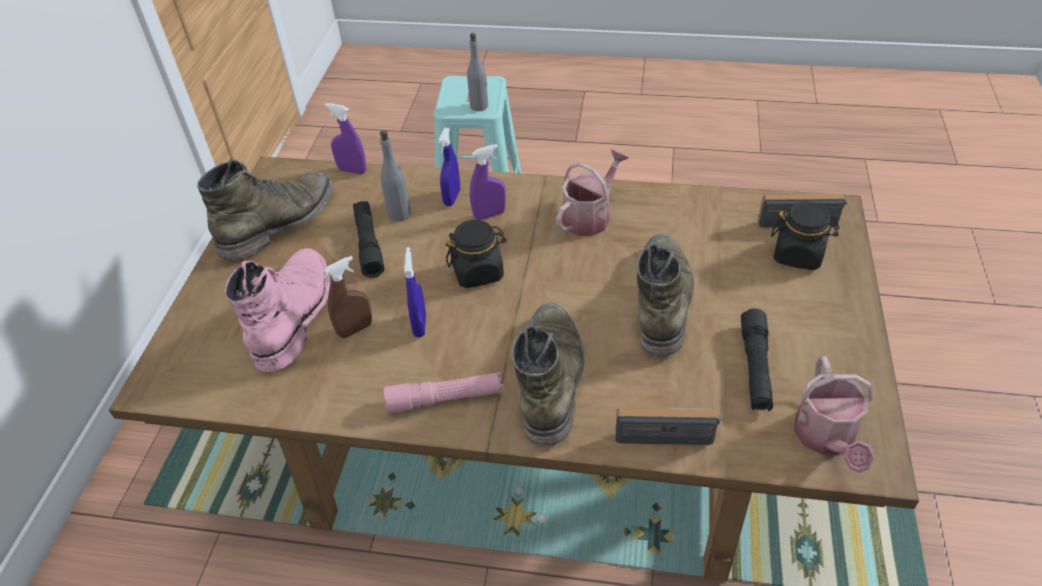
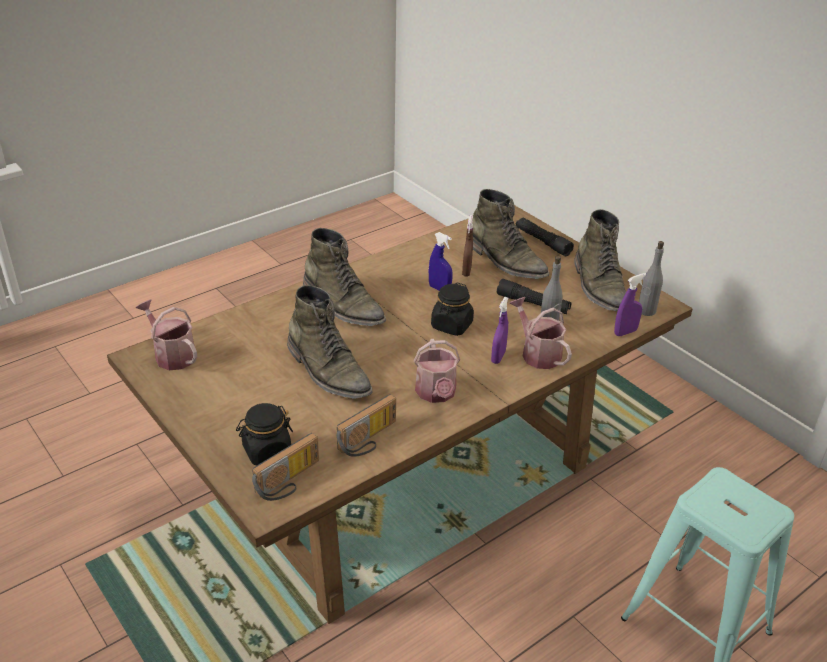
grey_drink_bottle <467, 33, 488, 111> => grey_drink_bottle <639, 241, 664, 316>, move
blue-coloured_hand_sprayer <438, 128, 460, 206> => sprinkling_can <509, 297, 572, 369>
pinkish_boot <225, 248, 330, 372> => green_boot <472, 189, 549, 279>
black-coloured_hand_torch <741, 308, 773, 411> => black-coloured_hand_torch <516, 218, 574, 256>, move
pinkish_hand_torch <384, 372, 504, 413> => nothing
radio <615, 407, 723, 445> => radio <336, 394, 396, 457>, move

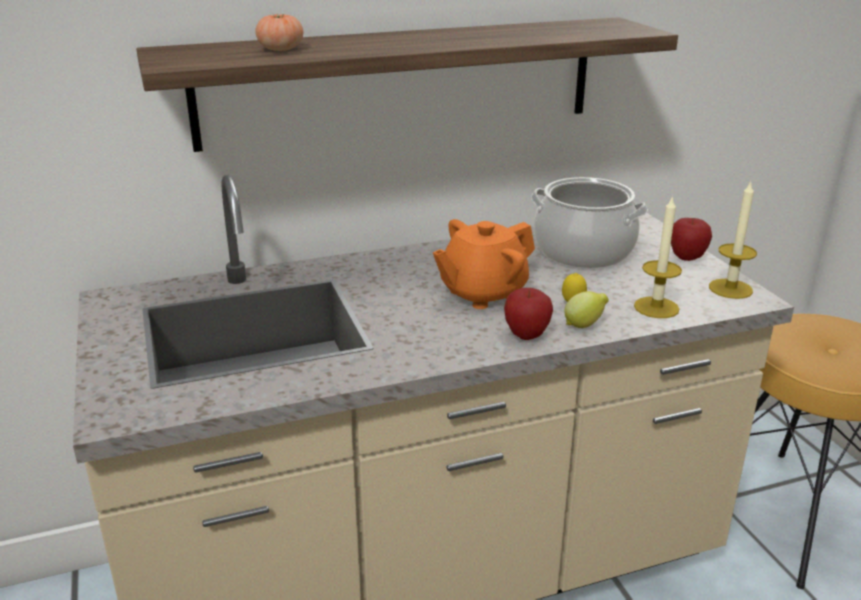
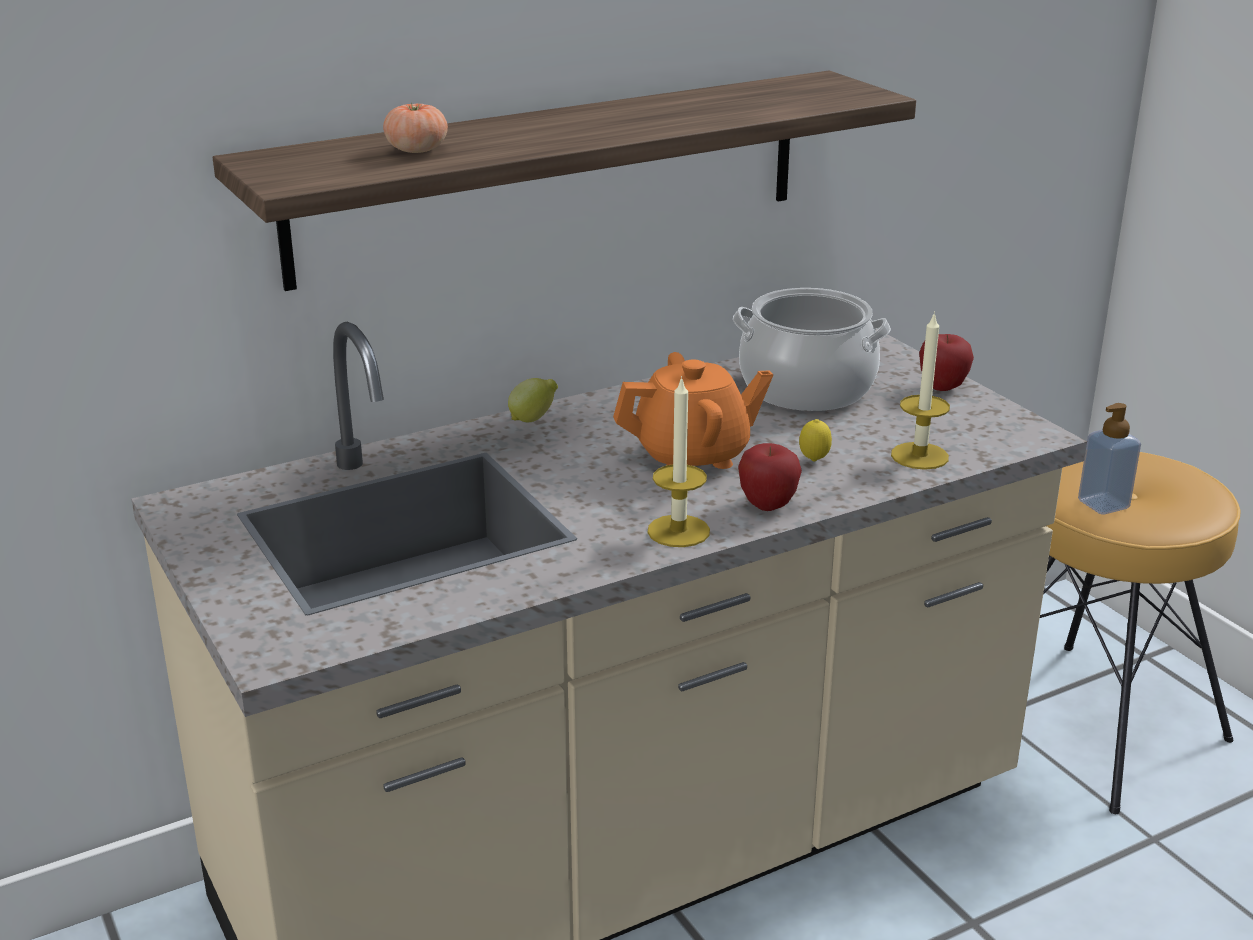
wax_candle <709, 180, 757, 299> => wax_candle <647, 376, 710, 547>, move
orange-coloured_tea_pot <433, 219, 535, 309> => orange-coloured_tea_pot <613, 352, 773, 469>, 150 degrees counterclockwise
whole_lemon <564, 291, 609, 328> => whole_lemon <508, 378, 558, 422>, move
nothing => liquid_soap_bottle <1078, 403, 1141, 514>

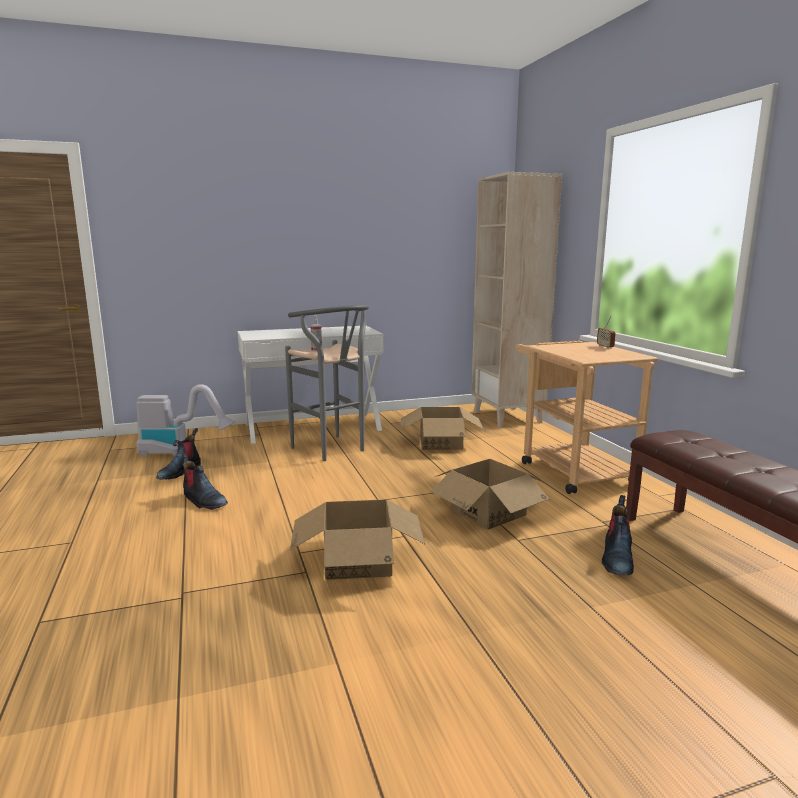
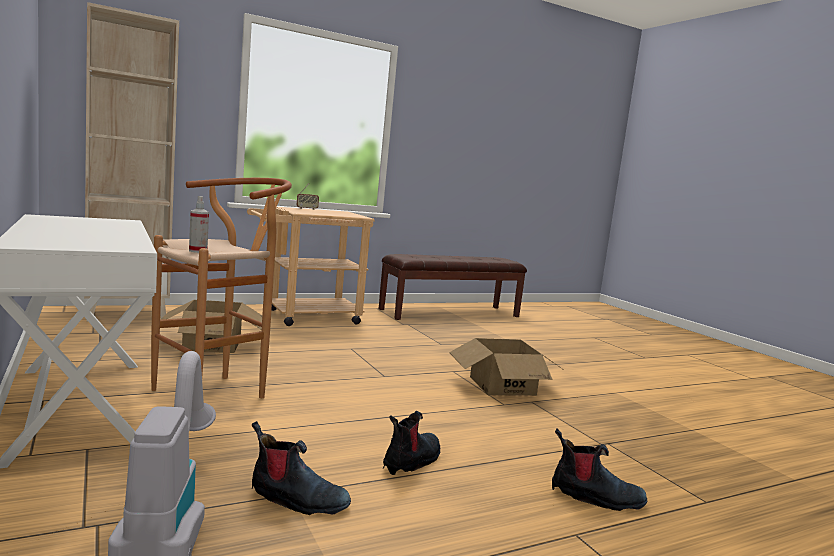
grey_stool_seat <285, 305, 369, 461> => brown-coloured_stool_seat <151, 178, 292, 398>
packing_box <430, 459, 549, 530> => nothing
boot <602, 495, 634, 576> => boot <552, 428, 647, 511>, move

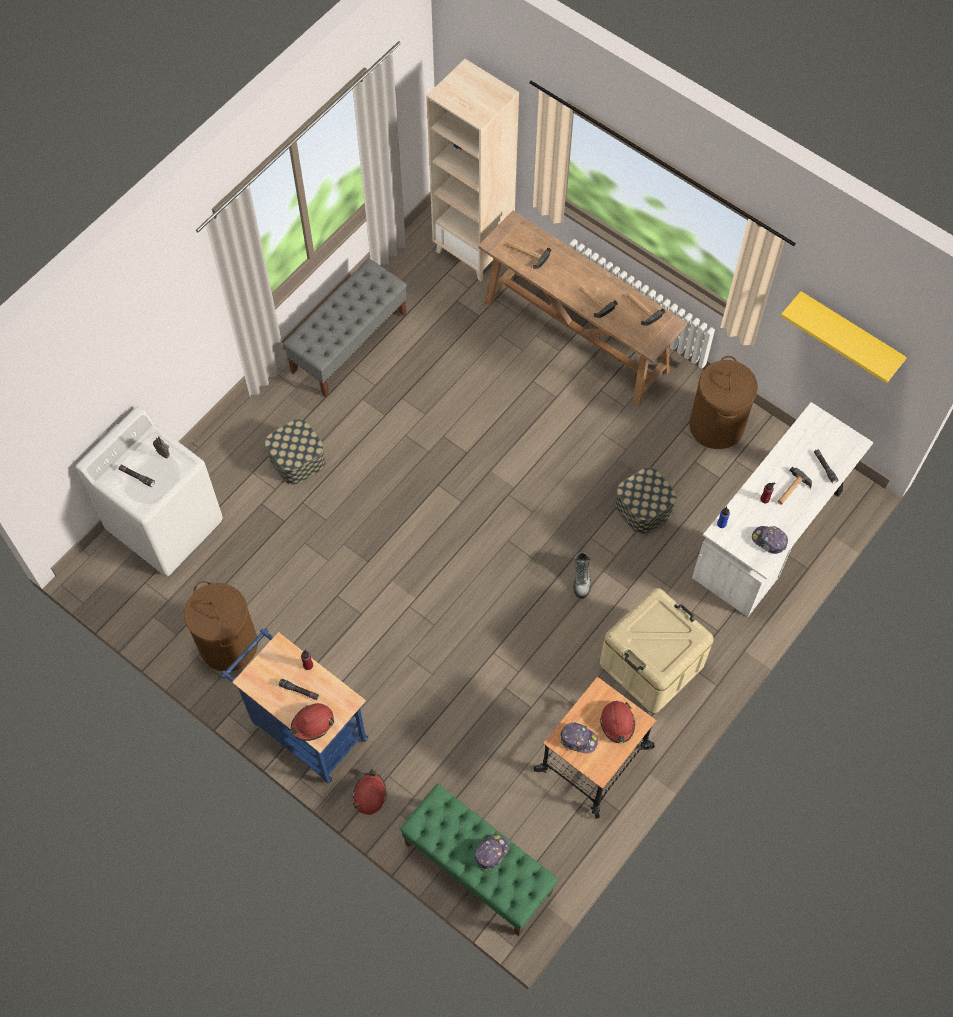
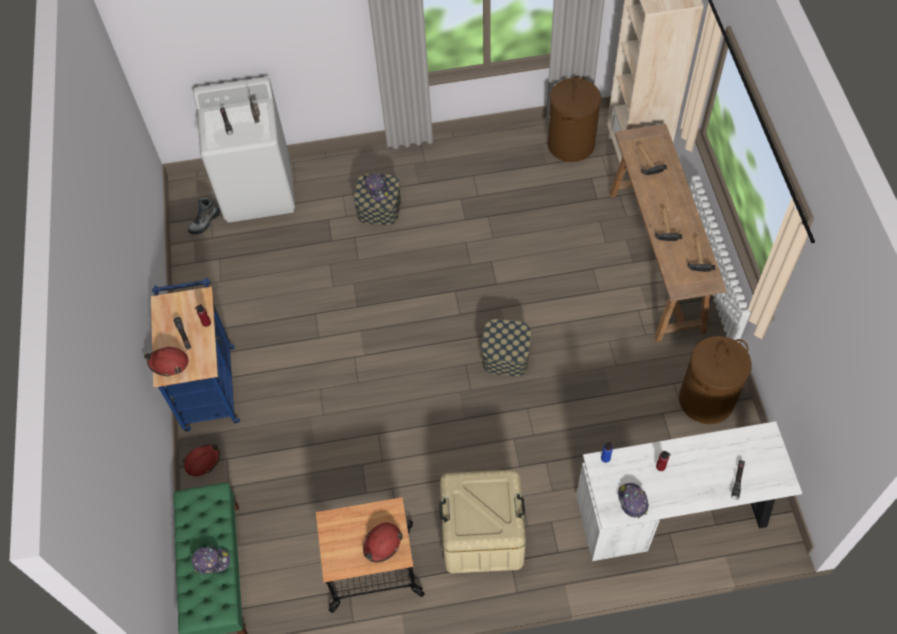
grey_indoor_bench <283, 259, 407, 397> => nothing
yellow_bracket_shelf <781, 291, 907, 383> => nothing
tool_hammer <778, 466, 812, 505> => nothing
storage_bin <615, 467, 677, 534> => storage_bin <482, 319, 531, 376>, move
boot <574, 551, 591, 599> => boot <188, 198, 220, 234>, move
brown-coloured_washing_basket <184, 581, 258, 671> => brown-coloured_washing_basket <548, 76, 601, 162>, move
cap <560, 722, 598, 753> => cap <365, 174, 389, 201>, move

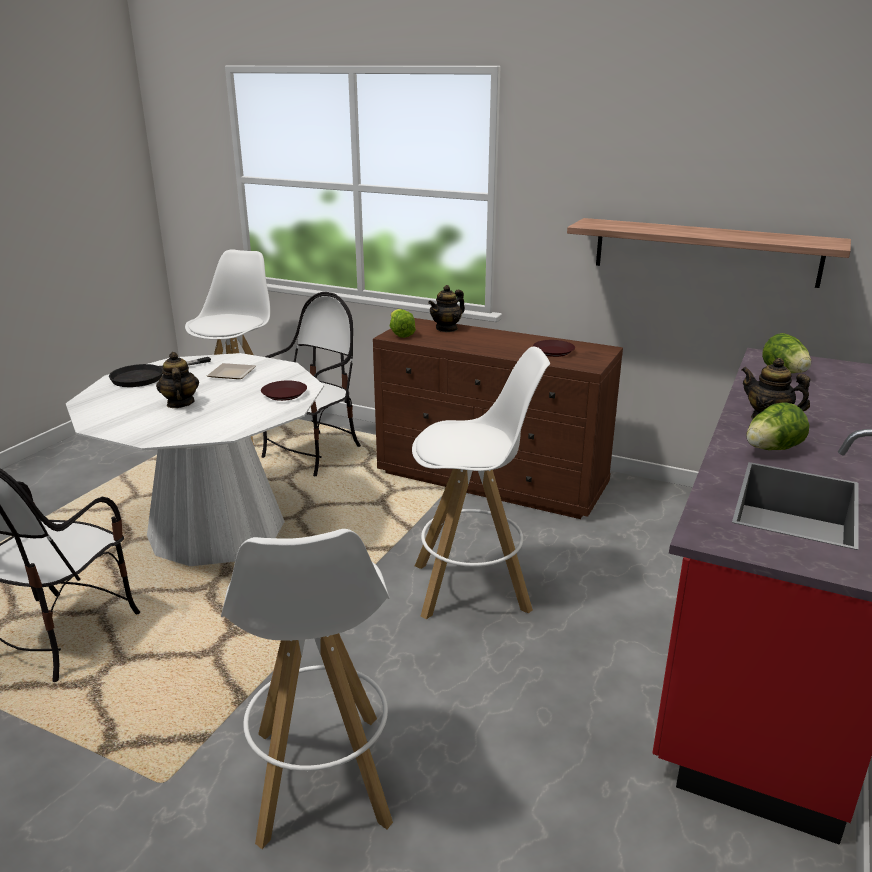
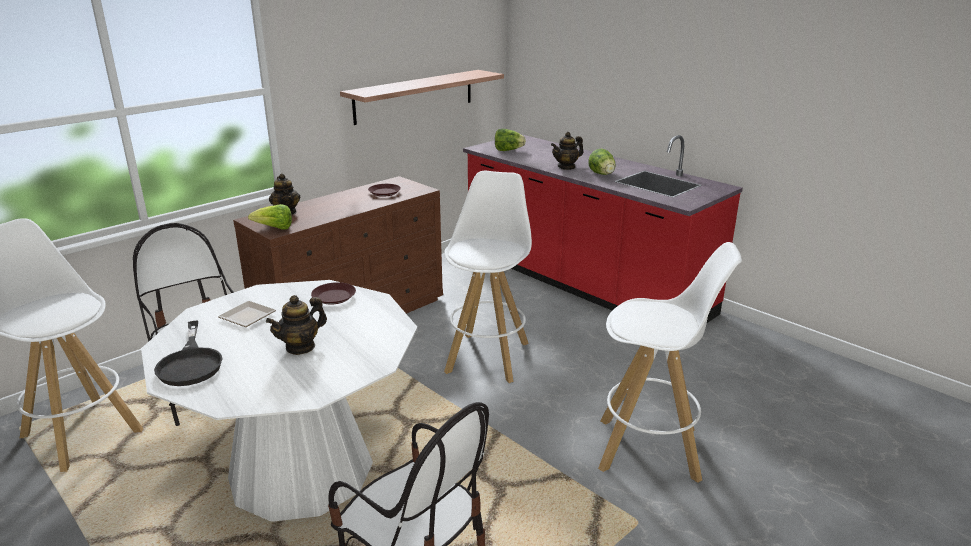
tea_pot <156, 352, 199, 408> => tea_pot <266, 295, 327, 355>, 45 degrees counterclockwise

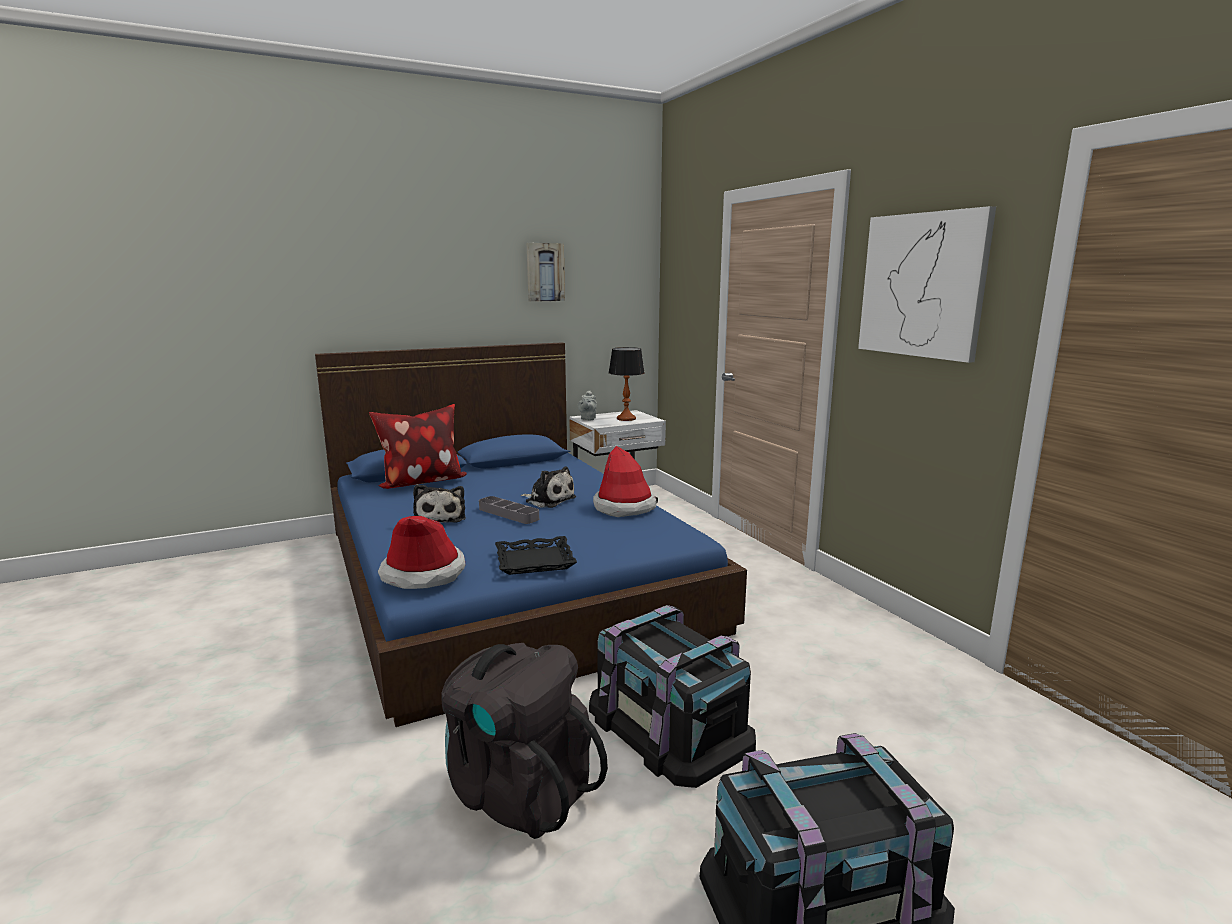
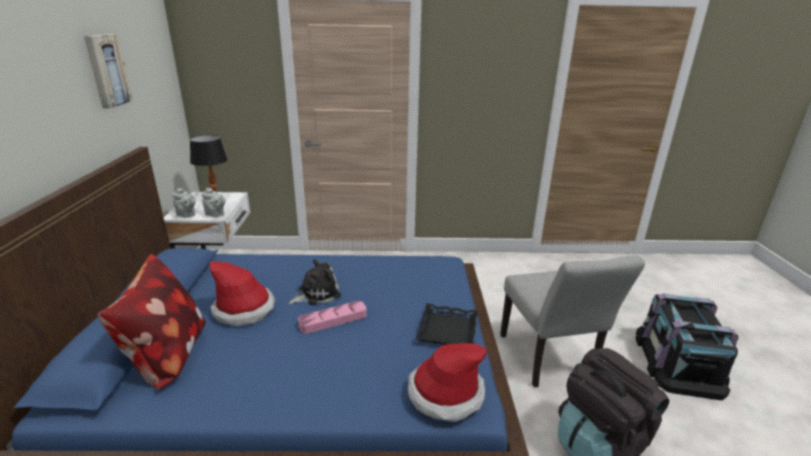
picture <858, 206, 996, 363> => nothing
hat <593, 446, 656, 517> => hat <210, 261, 275, 326>, move
soft_toy <413, 484, 466, 523> => nothing
grey_tray <479, 496, 539, 524> => pinkish_tray <298, 301, 367, 334>
black-coloured_storage_bin <589, 605, 756, 788> => grey_plain_chair <500, 255, 645, 387>
nothing => grey_tea_pot <202, 187, 225, 217>

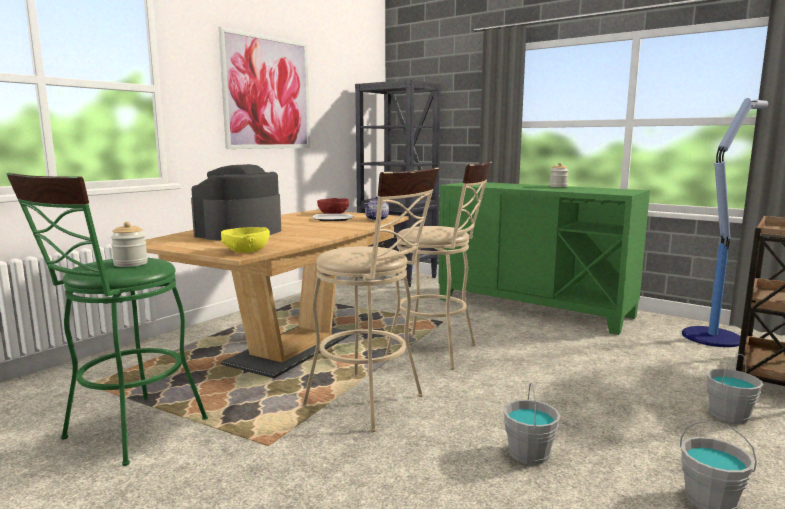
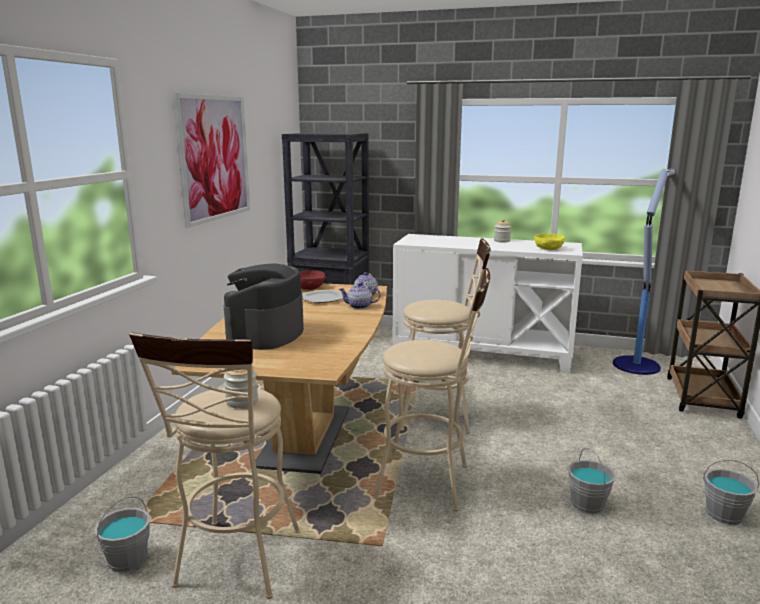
green_stool_seat <6, 173, 208, 466> => beige-coloured_stool_seat <129, 332, 300, 599>
green_storage_cabinet <438, 182, 650, 335> => white-coloured_storage_cabinet <393, 234, 583, 374>
yellow_bowl <221, 227, 270, 253> => yellow_bowl <534, 233, 565, 250>, move
grey_pail <706, 354, 763, 424> => grey_pail <94, 497, 150, 572>, move
nothing => tea_pot <339, 283, 381, 309>

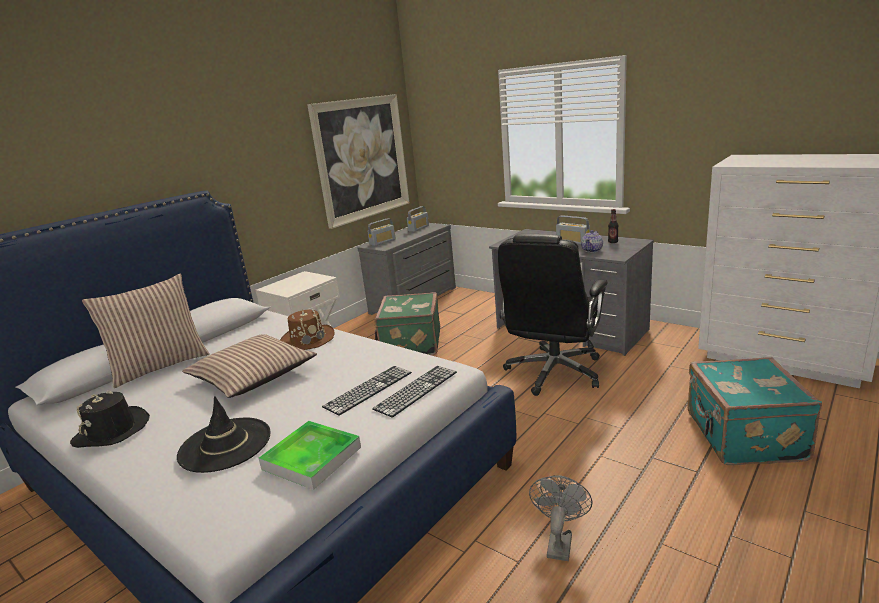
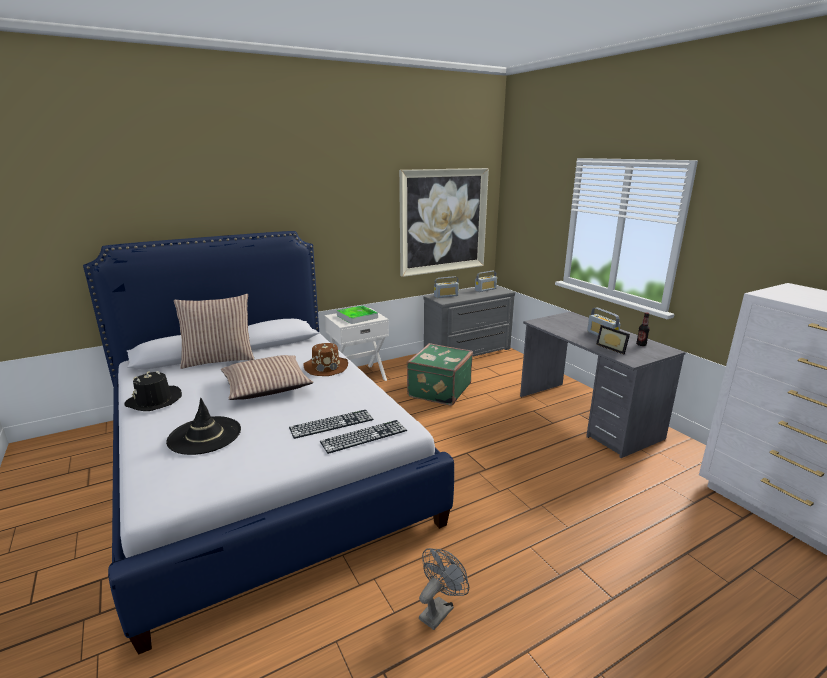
tea_pot <581, 230, 603, 253> => picture_frame <596, 325, 630, 354>
black-coloured_desk_chair <498, 234, 608, 396> => nothing
turquoise_piece_of_luggage <688, 357, 822, 465> => nothing
tray <258, 421, 361, 490> => tray <337, 305, 378, 324>, move

